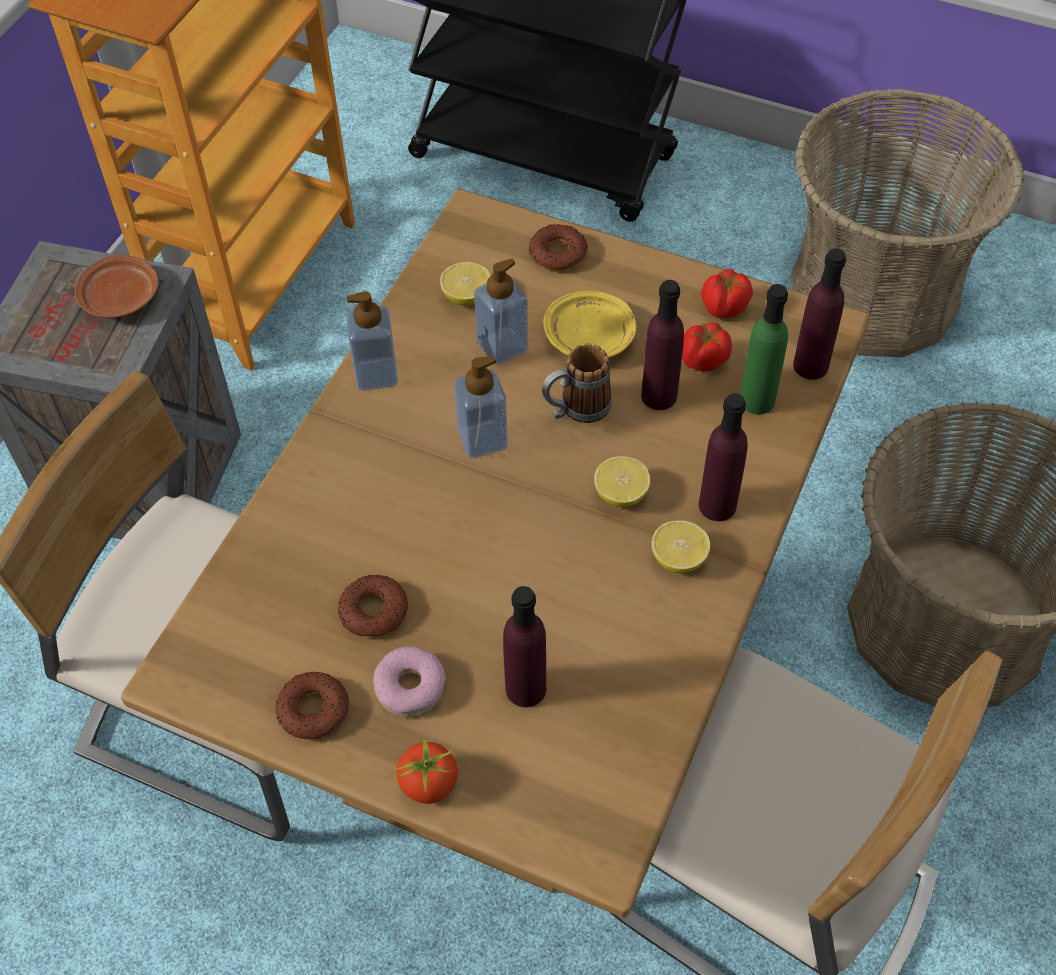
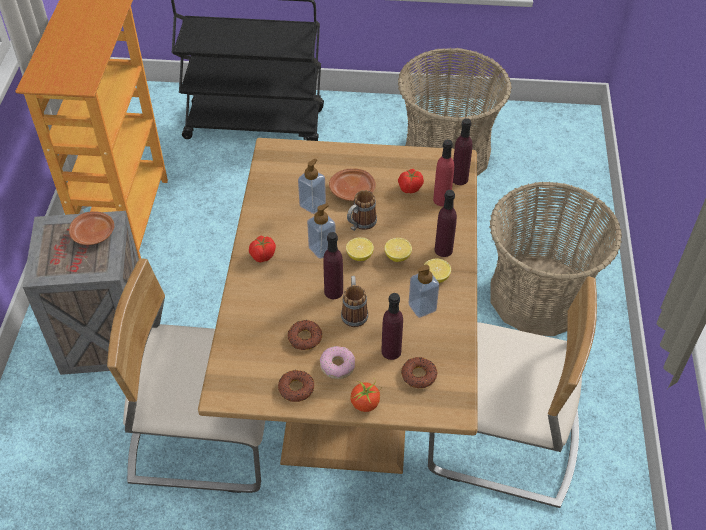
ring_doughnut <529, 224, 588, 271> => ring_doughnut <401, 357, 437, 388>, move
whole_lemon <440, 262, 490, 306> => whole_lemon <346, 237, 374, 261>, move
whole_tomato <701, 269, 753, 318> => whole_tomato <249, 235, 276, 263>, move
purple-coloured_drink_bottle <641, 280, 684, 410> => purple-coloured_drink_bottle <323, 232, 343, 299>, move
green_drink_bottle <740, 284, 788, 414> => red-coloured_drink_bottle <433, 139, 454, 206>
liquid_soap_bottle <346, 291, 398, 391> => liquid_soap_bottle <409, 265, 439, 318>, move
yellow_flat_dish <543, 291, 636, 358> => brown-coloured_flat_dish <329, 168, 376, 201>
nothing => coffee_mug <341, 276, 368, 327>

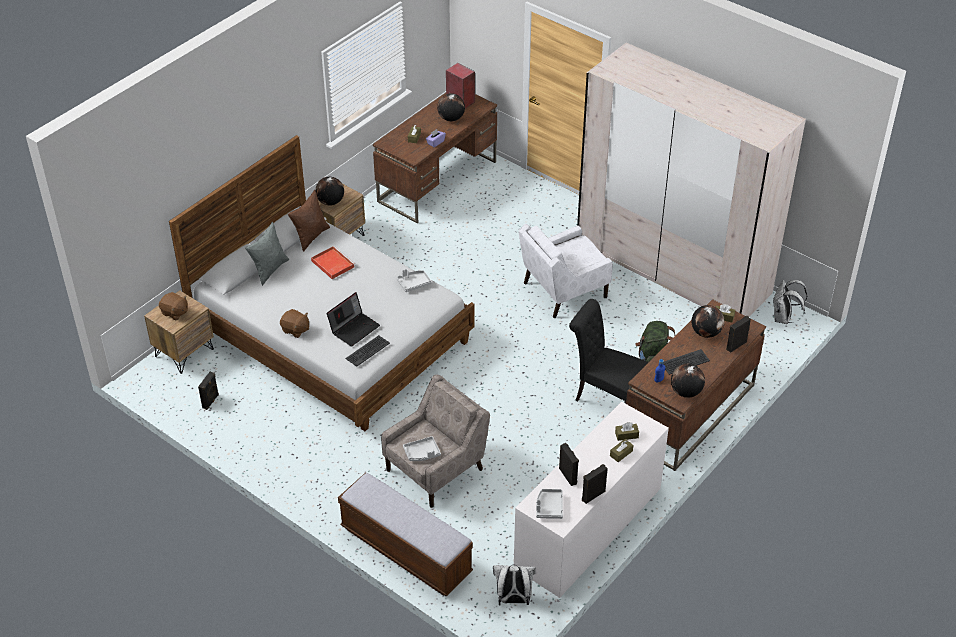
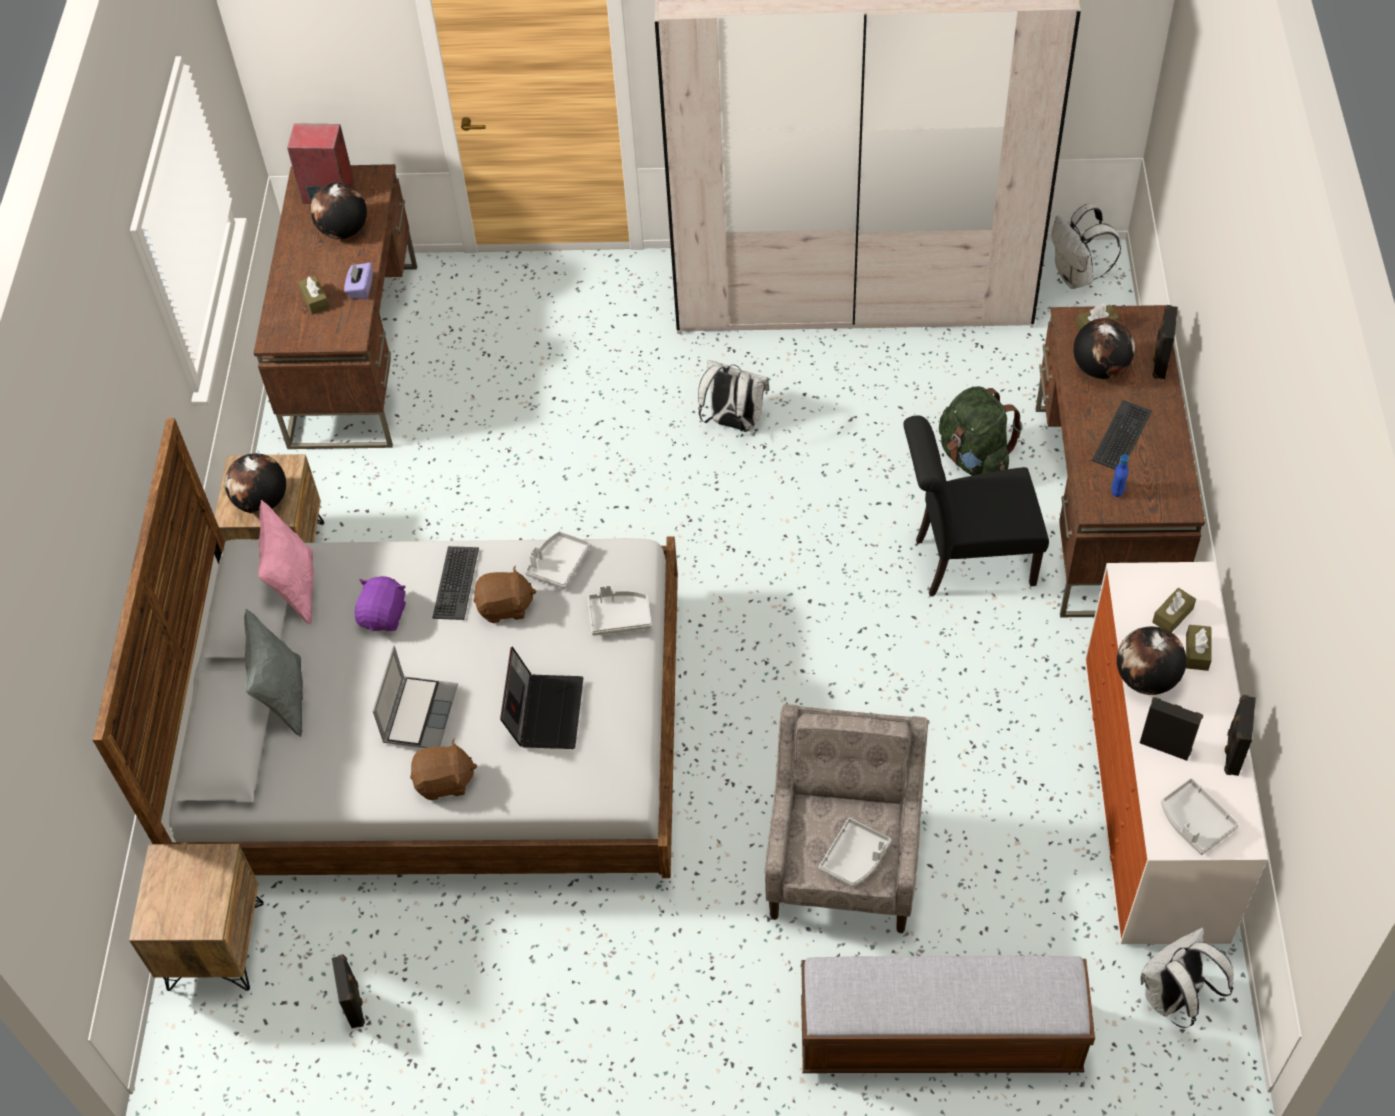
brown-coloured_throw_pillow <288, 190, 330, 252> => pinkish_throw_pillow <258, 500, 314, 625>
white-coloured_lounge_chair <519, 224, 613, 318> => white-coloured_rucksack <698, 360, 769, 432>
red-coloured_tray <311, 246, 355, 279> => purple-coloured_soft_toy <355, 576, 406, 631>
brown-coloured_soft_toy <159, 292, 188, 320> => brown-coloured_soft_toy <473, 565, 537, 623>, move
computer_keyboard <346, 335, 390, 367> => computer_keyboard <433, 546, 479, 620>, move
world_globe <671, 364, 705, 398> => world_globe <1117, 627, 1186, 695>, move
nothing => grey_tray <588, 585, 652, 636>
nothing => portable_computer <373, 645, 458, 748>

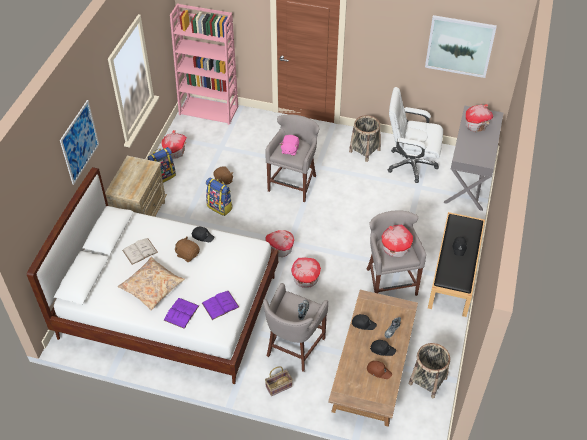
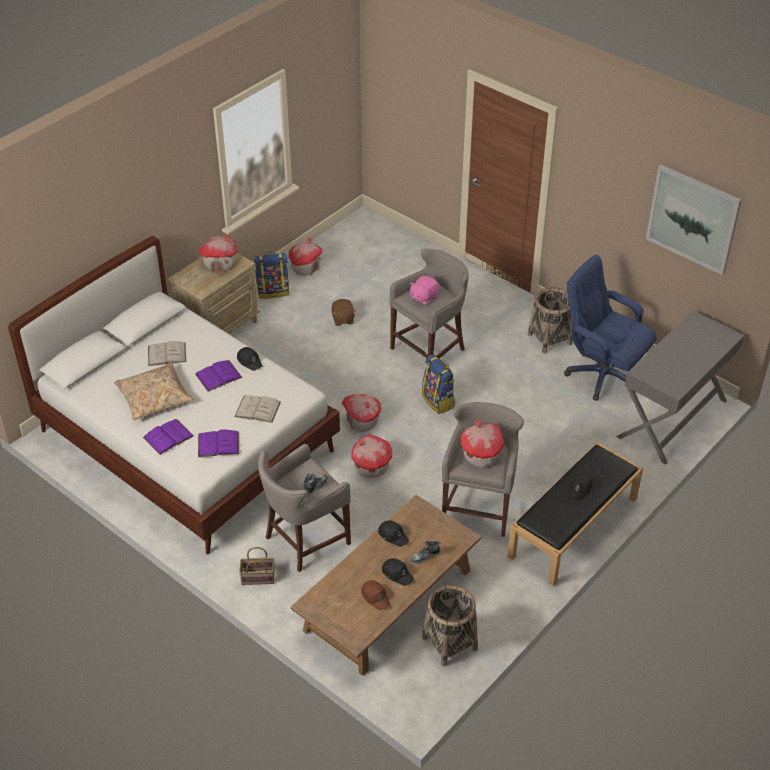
pinkish_bookshelf <170, 4, 238, 125> => nothing
white-coloured_desk_chair <387, 87, 443, 183> => blue-coloured_desk_chair <564, 255, 657, 401>
picture <60, 100, 99, 185> => nothing
miniature_house <465, 104, 493, 133> => miniature_house <199, 236, 237, 272>, move
rucksack <206, 177, 233, 216> => rucksack <422, 354, 455, 414>, move
brown-coloured_soft_toy <174, 236, 200, 262> => purple-coloured_book <195, 360, 242, 392>
nothing => white-coloured_book <235, 395, 281, 423>

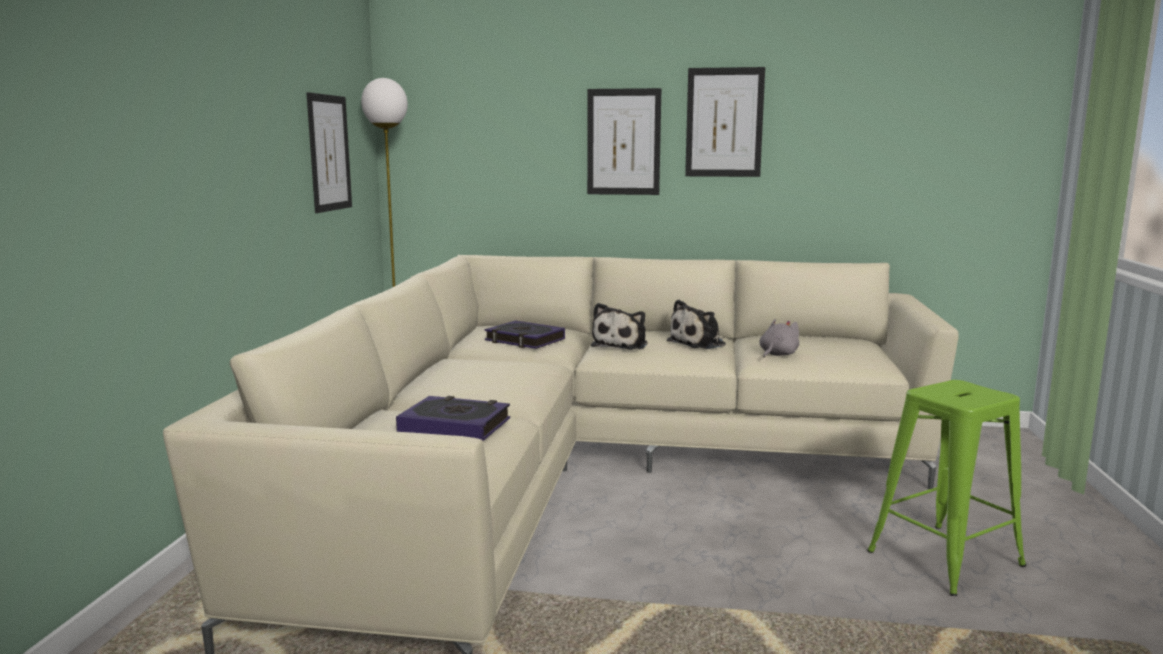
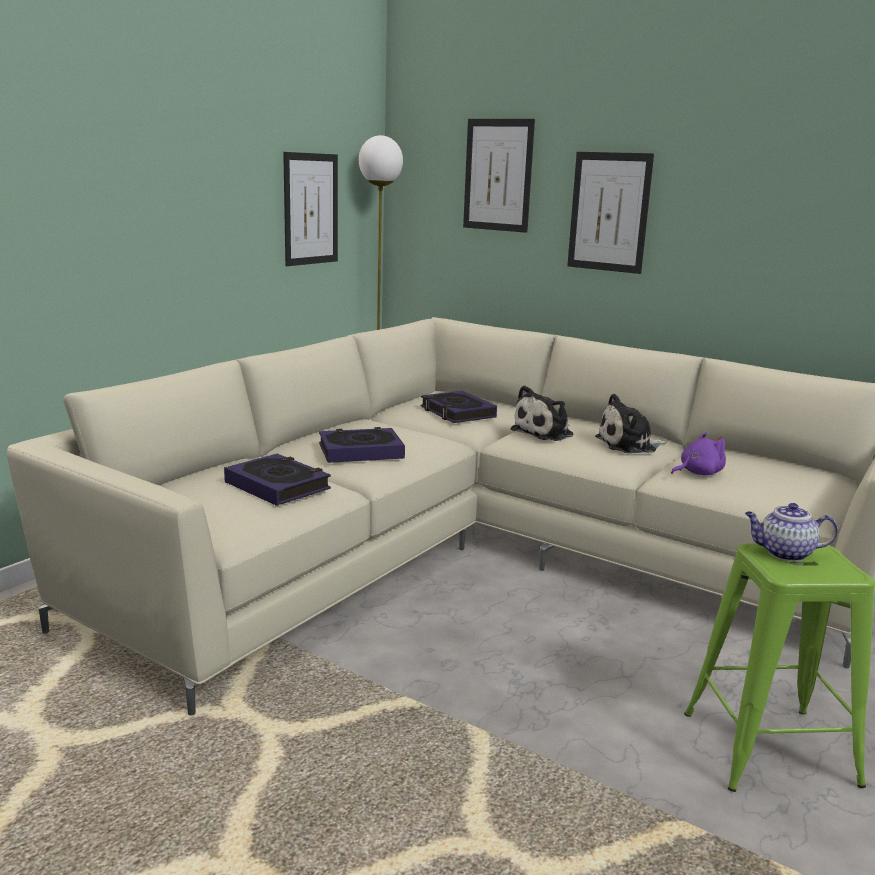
picture <685, 67, 765, 177> => picture <463, 119, 535, 233>, move
grey_soft_toy <759, 319, 799, 358> => purple-coloured_soft_toy <671, 432, 726, 475>
nothing => book <319, 427, 405, 463>
nothing => tea_pot <745, 503, 838, 561>

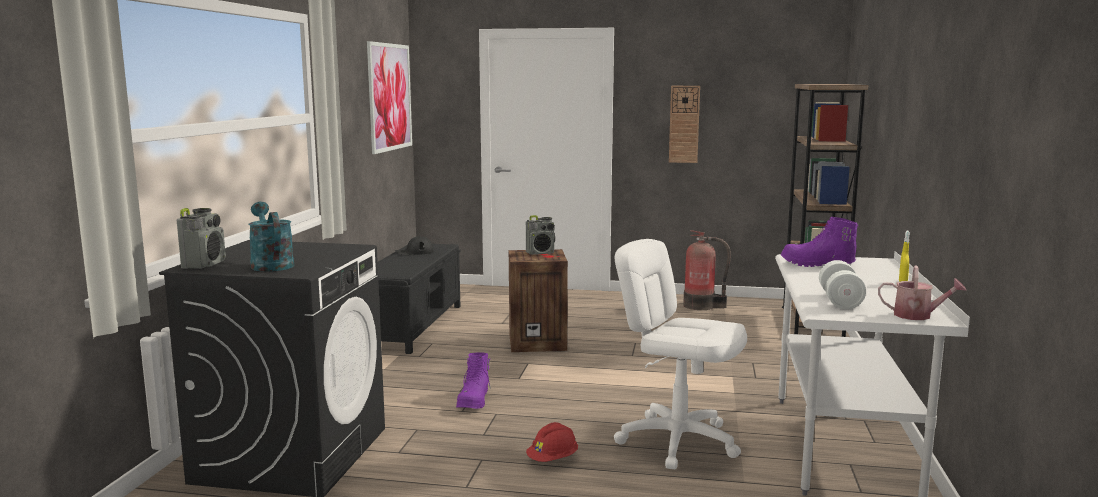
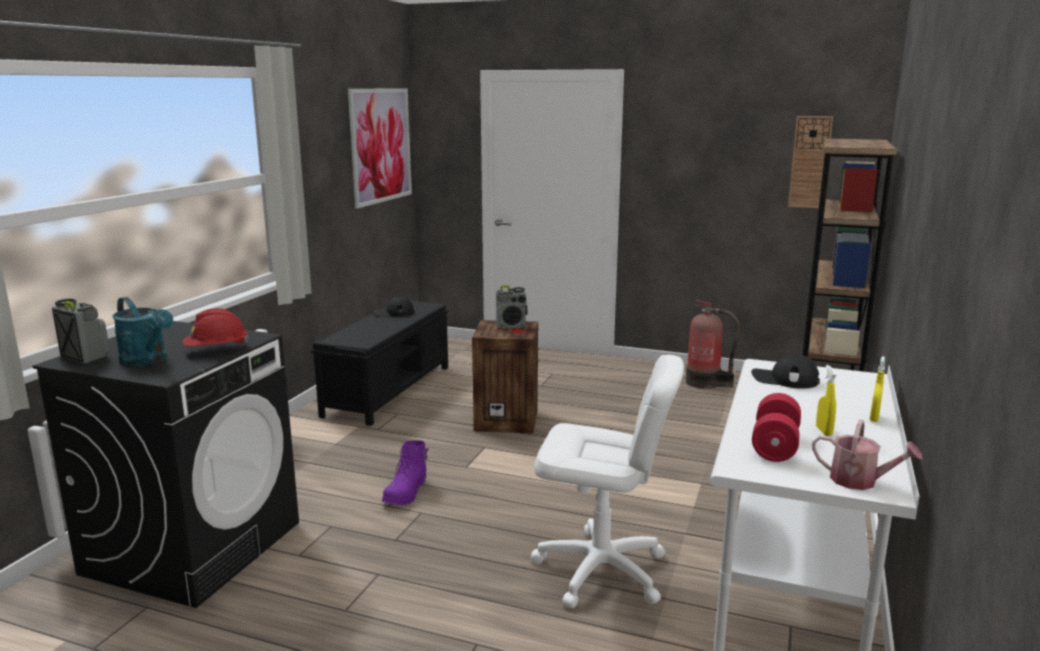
wall_clock <669, 86, 700, 163> => wall_clock <788, 116, 833, 208>, move
turquoise_sprinkling_can <249, 202, 294, 272> => turquoise_sprinkling_can <112, 297, 173, 366>, 150 degrees clockwise
radio <177, 208, 226, 269> => radio <52, 299, 110, 364>, 75 degrees counterclockwise
purple-coloured_boot <781, 217, 858, 267> => black-coloured_cap <751, 354, 820, 389>
white-coloured_desk_chair <614, 239, 747, 469> => white-coloured_desk_chair <530, 355, 684, 608>, 150 degrees clockwise
white-coloured_hand_weight <819, 260, 866, 309> => red-coloured_hand_weight <752, 393, 801, 462>
red-coloured_hard_hat <526, 422, 578, 462> => red-coloured_hard_hat <183, 308, 249, 347>, move
nothing => yellow_hand_sprayer <816, 365, 837, 436>

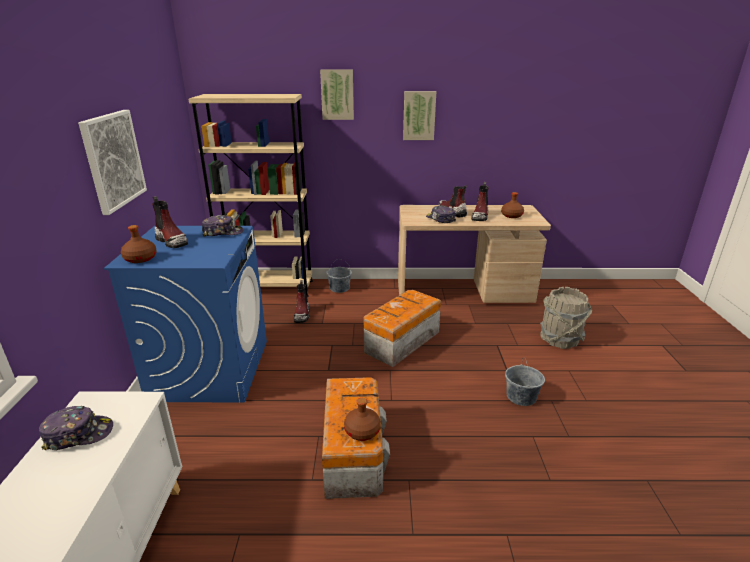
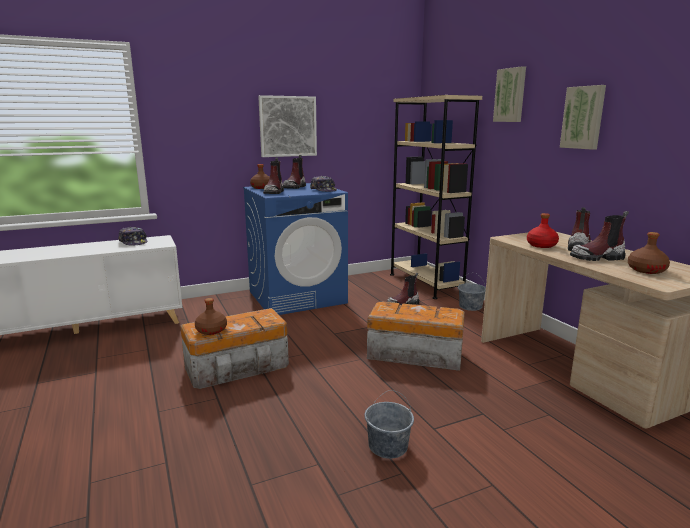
cap <426, 206, 456, 223> => red-coloured_drink_bottle <527, 213, 559, 248>
grey_pail <540, 287, 592, 349> => nothing
nothing => boot <263, 157, 284, 194>

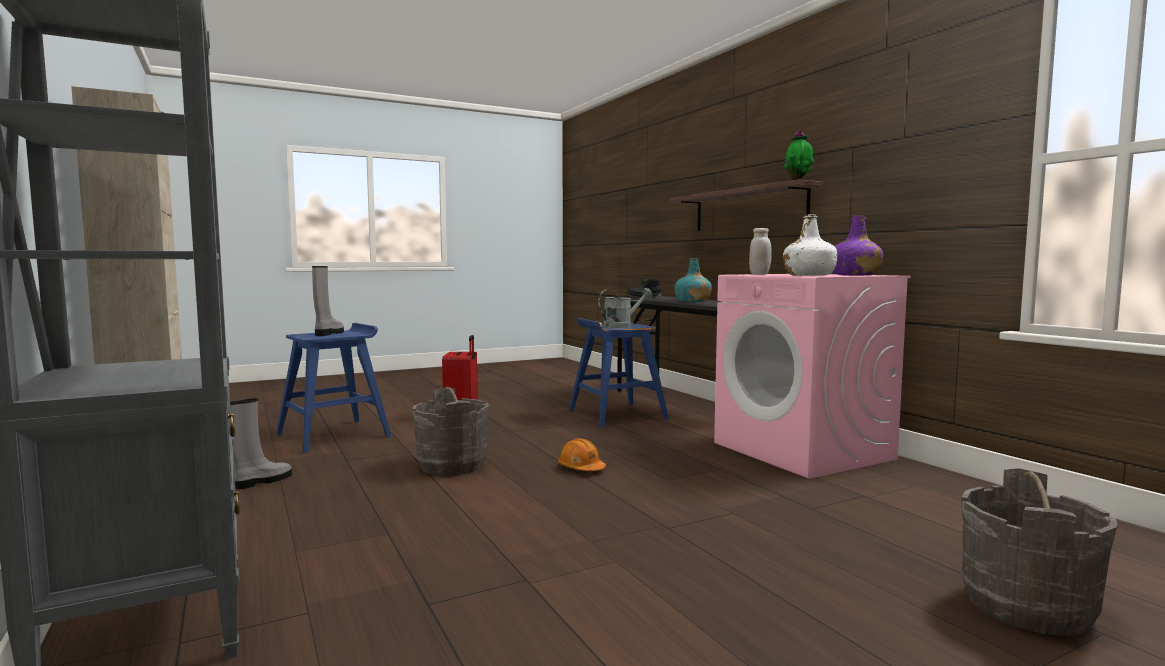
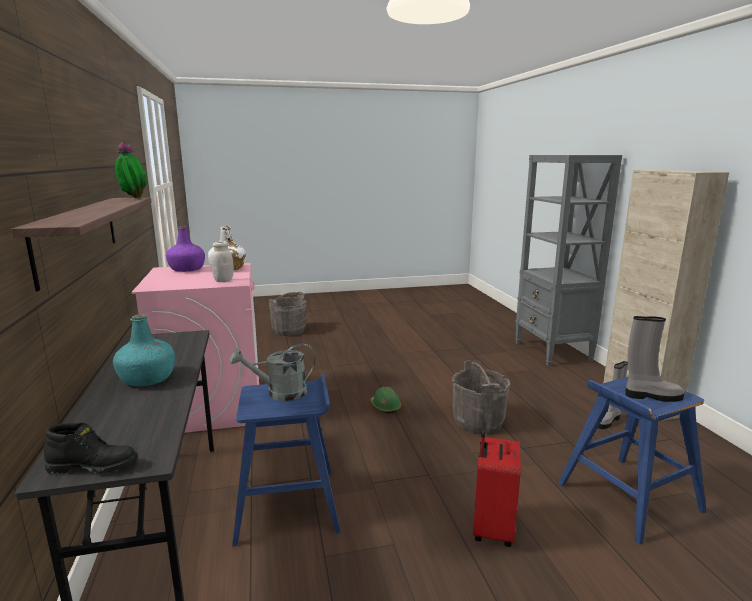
grey_boot <312, 266, 344, 336> => grey_boot <625, 316, 685, 402>, 105 degrees counterclockwise
orange-coloured_hard_hat <558, 439, 606, 471> => green_hard_hat <370, 387, 401, 413>

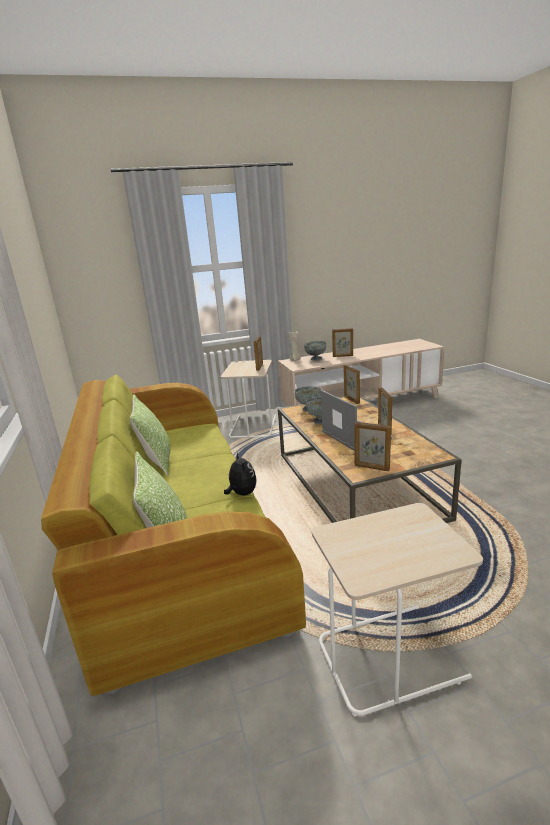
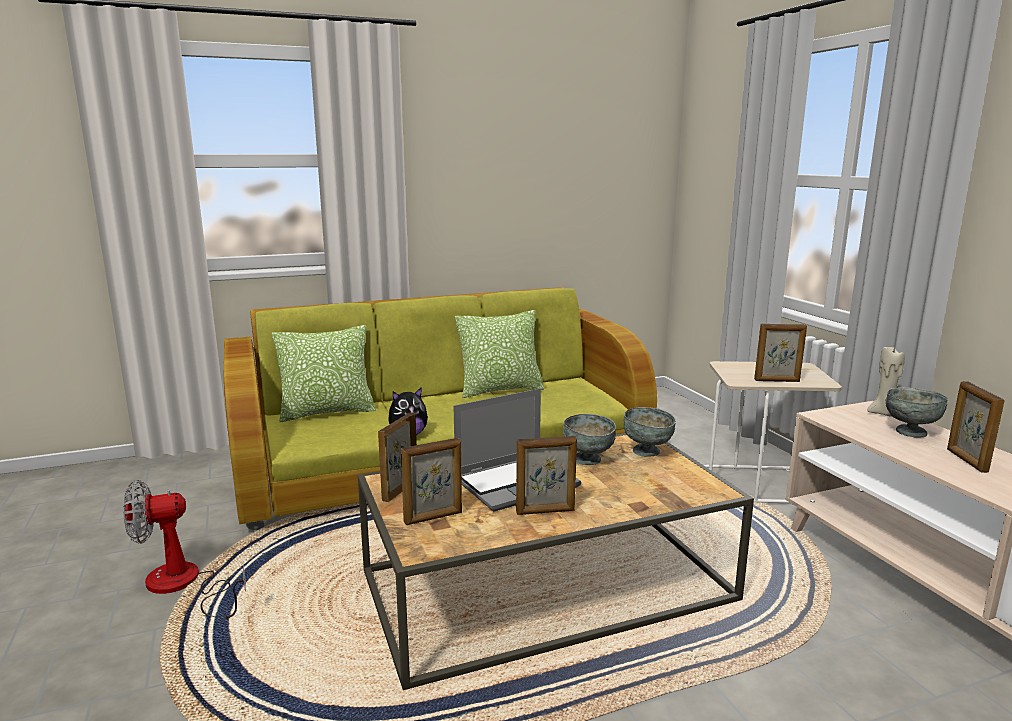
picture_frame <344, 365, 360, 404> => picture_frame <401, 438, 462, 525>, move
beige-coloured_side_table <312, 503, 483, 717> => cooling_fan <123, 480, 246, 618>

